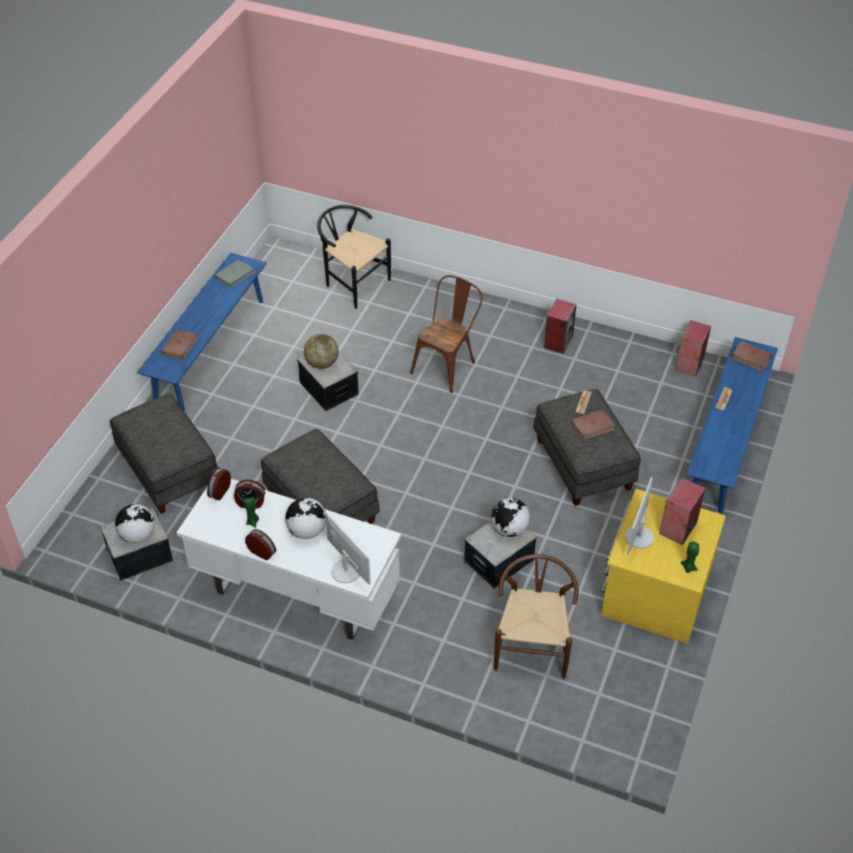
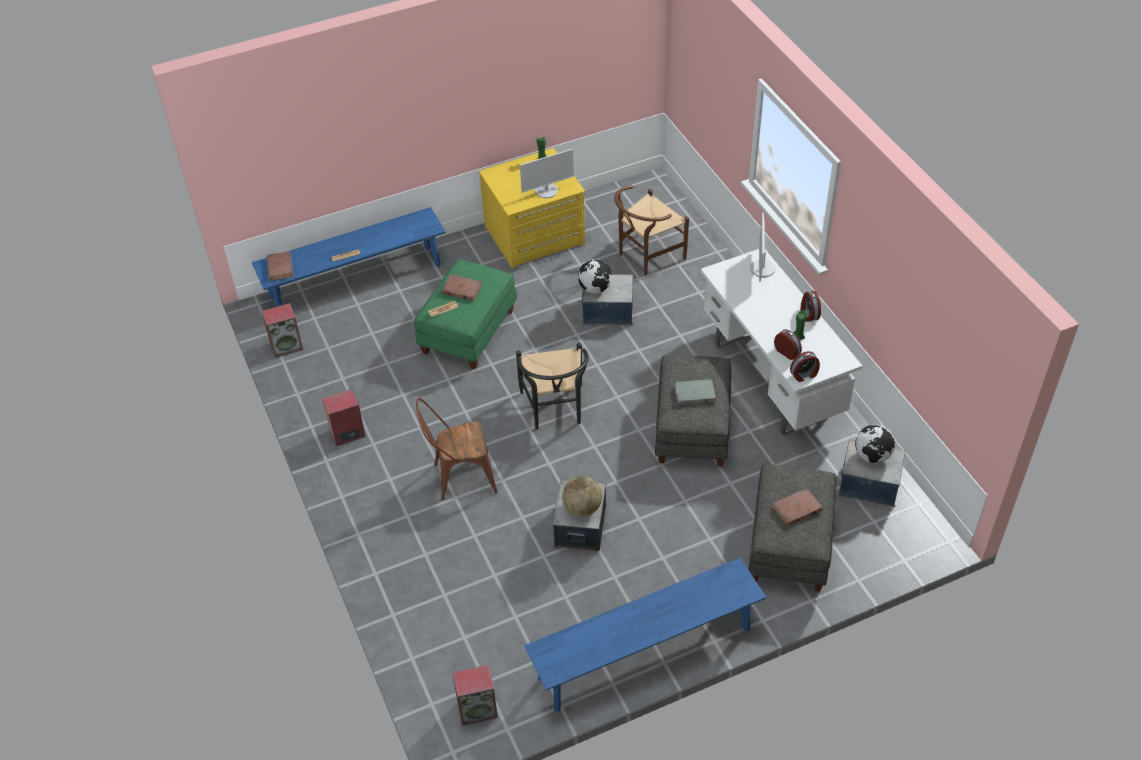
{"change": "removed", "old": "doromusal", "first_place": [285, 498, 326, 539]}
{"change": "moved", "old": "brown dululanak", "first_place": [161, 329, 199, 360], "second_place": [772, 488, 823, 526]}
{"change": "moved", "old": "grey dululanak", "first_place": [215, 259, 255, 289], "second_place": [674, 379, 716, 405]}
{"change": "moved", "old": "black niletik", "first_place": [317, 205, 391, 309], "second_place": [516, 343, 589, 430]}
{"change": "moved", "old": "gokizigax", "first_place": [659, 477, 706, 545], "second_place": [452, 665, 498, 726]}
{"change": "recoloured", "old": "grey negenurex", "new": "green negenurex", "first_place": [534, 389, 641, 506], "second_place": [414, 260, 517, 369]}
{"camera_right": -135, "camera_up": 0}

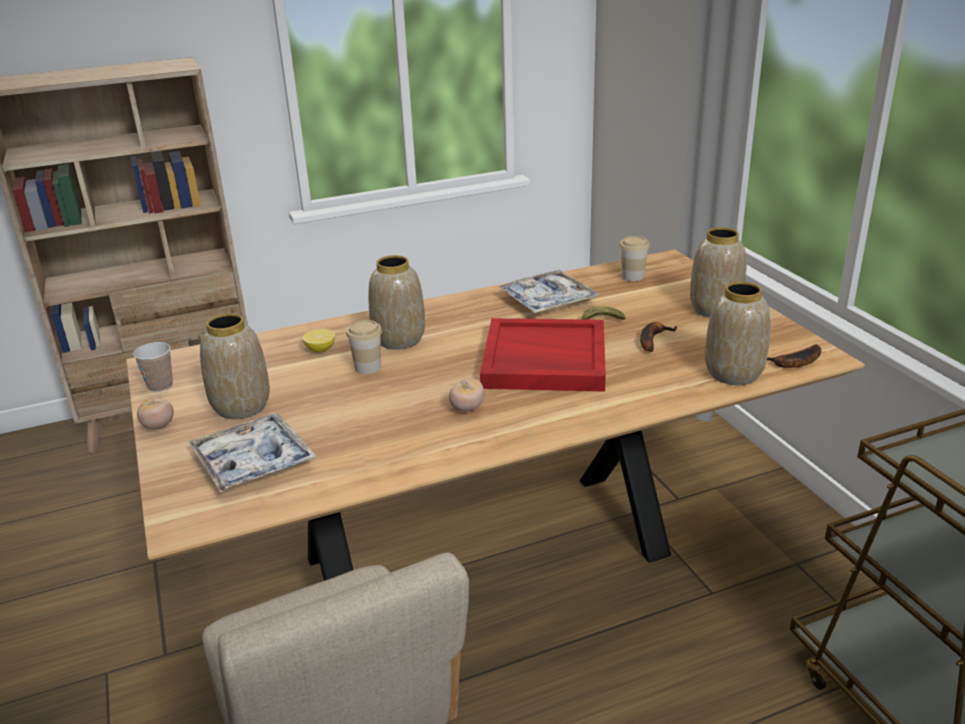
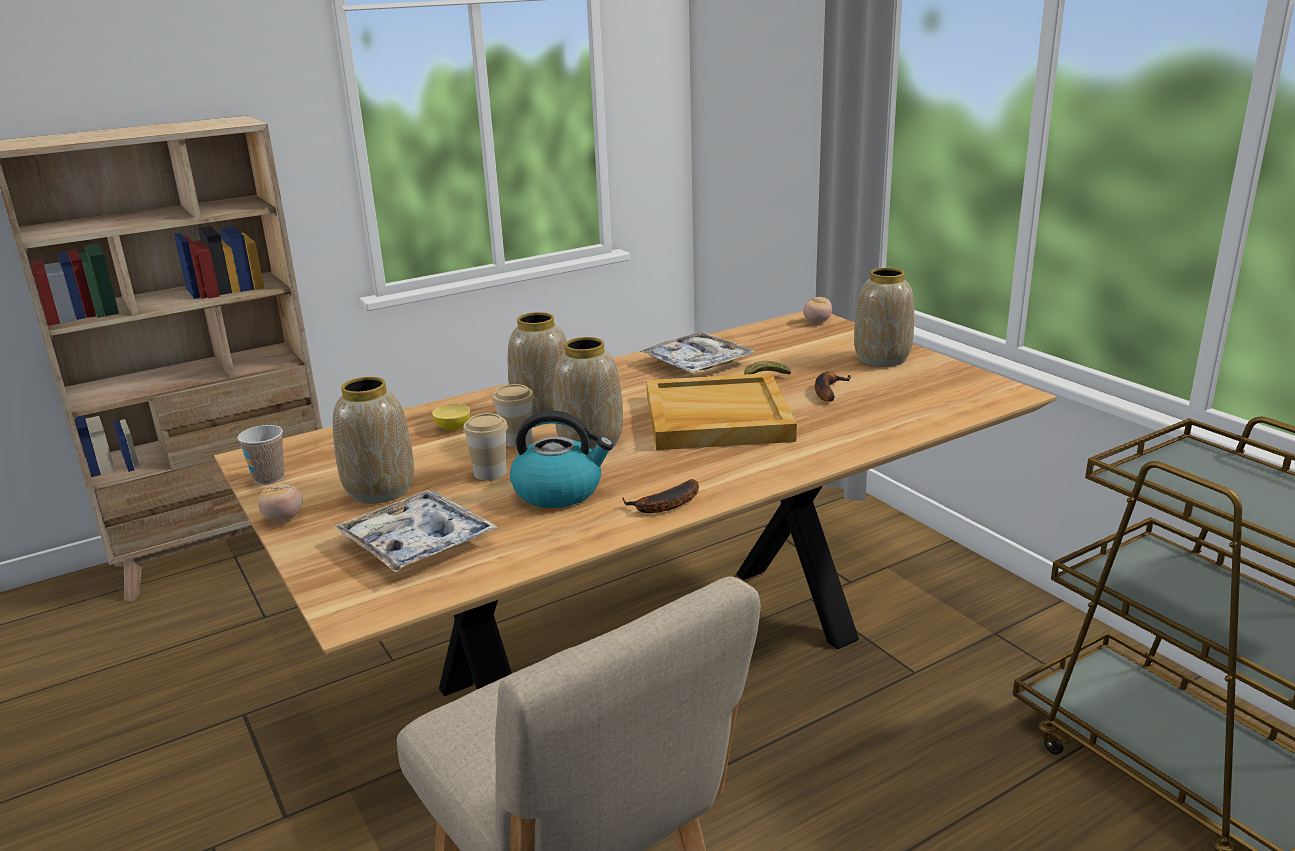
{"change": "added", "new": "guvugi", "second_place": [510, 411, 613, 508]}
{"change": "moved", "old": "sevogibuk", "first_place": [449, 378, 485, 412], "second_place": [803, 297, 832, 323]}
{"change": "moved", "old": "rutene", "first_place": [620, 236, 650, 281], "second_place": [463, 413, 508, 480]}
{"change": "moved", "old": "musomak", "first_place": [705, 281, 770, 385], "second_place": [554, 337, 623, 451]}
{"change": "moved", "old": "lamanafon", "first_place": [767, 344, 822, 368], "second_place": [623, 479, 699, 513]}
{"change": "recoloured", "old": "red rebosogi", "new": "beige rebosogi", "first_place": [480, 318, 606, 392], "second_place": [646, 373, 797, 450]}
{"camera_right": -10, "camera_up": -5}

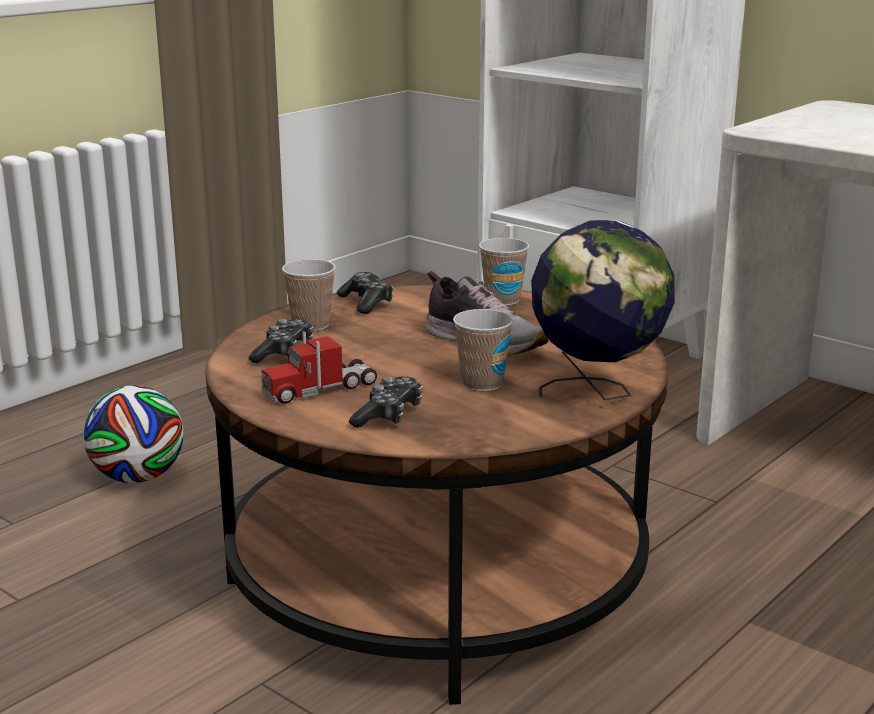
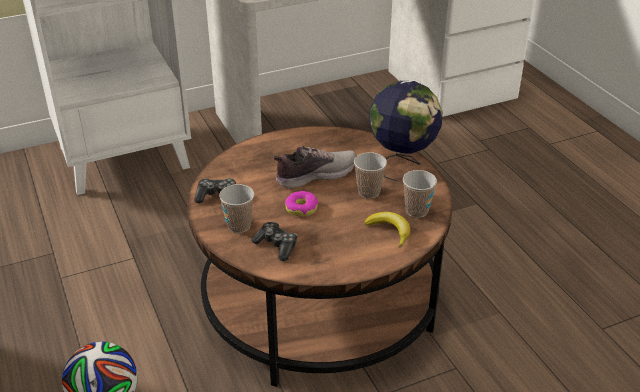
{"change": "removed", "old": "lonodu", "first_place": [262, 331, 377, 404]}
{"change": "added", "new": "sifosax", "second_place": [285, 191, 318, 216]}
{"change": "moved", "old": "rutene", "first_place": [479, 238, 529, 306], "second_place": [403, 170, 437, 218]}
{"change": "replaced", "old": "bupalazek", "new": "lamanafon", "first_place": [349, 376, 423, 428], "second_place": [364, 212, 411, 248]}
{"camera_right": -65, "camera_up": 15}

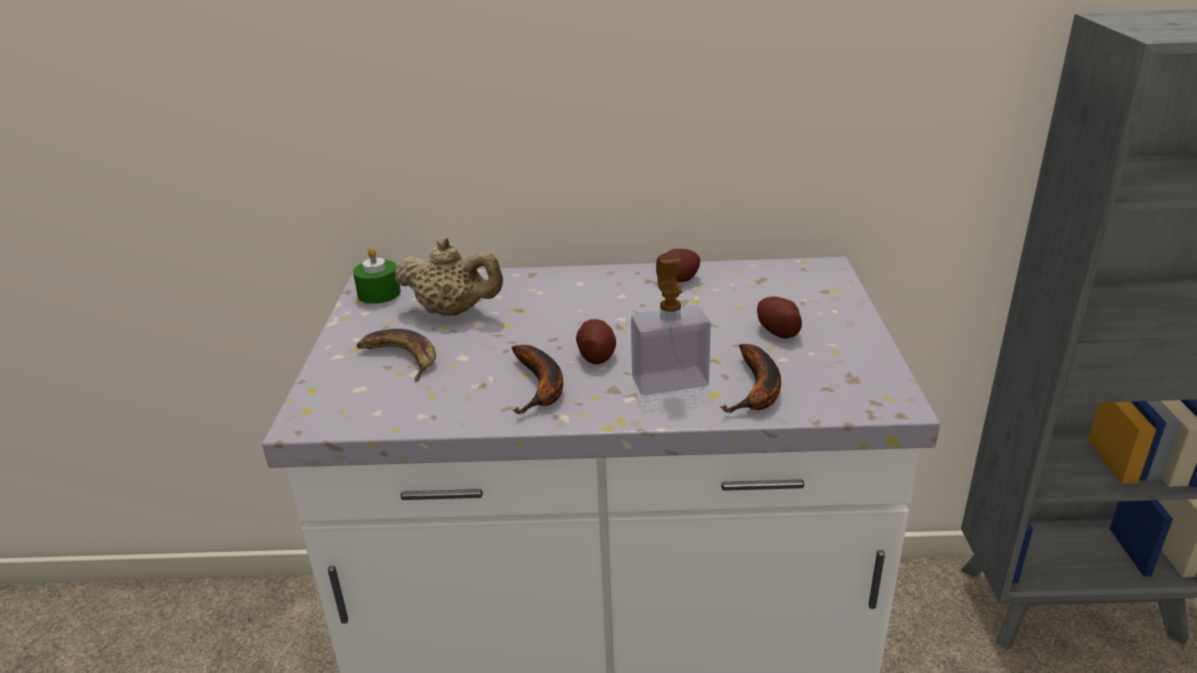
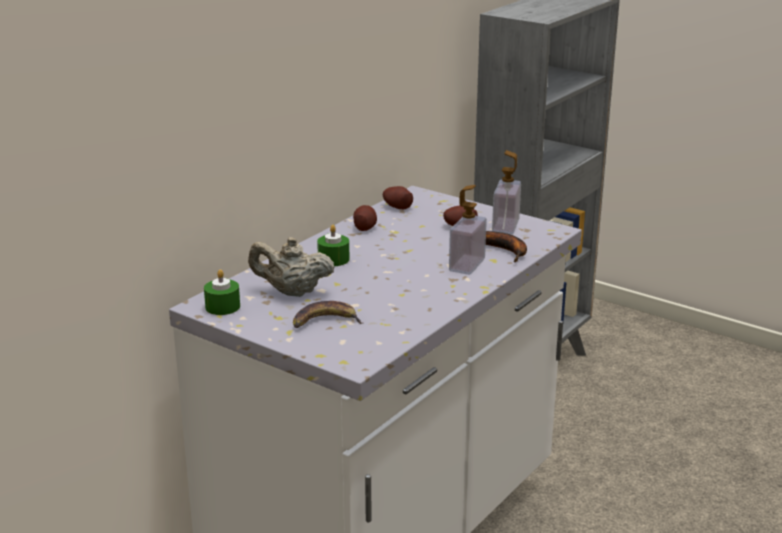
{"change": "removed", "old": "lamanafon", "first_place": [511, 345, 563, 414]}
{"change": "added", "new": "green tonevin", "second_place": [317, 225, 350, 266]}
{"change": "added", "new": "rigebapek", "second_place": [492, 150, 521, 234]}
{"change": "moved", "old": "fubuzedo", "first_place": [576, 319, 616, 364], "second_place": [383, 186, 413, 209]}
{"change": "turned", "old": "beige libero", "first_place": [394, 237, 503, 316], "second_place": [248, 237, 335, 297], "degrees": -135}
{"camera_right": -55, "camera_up": -5}

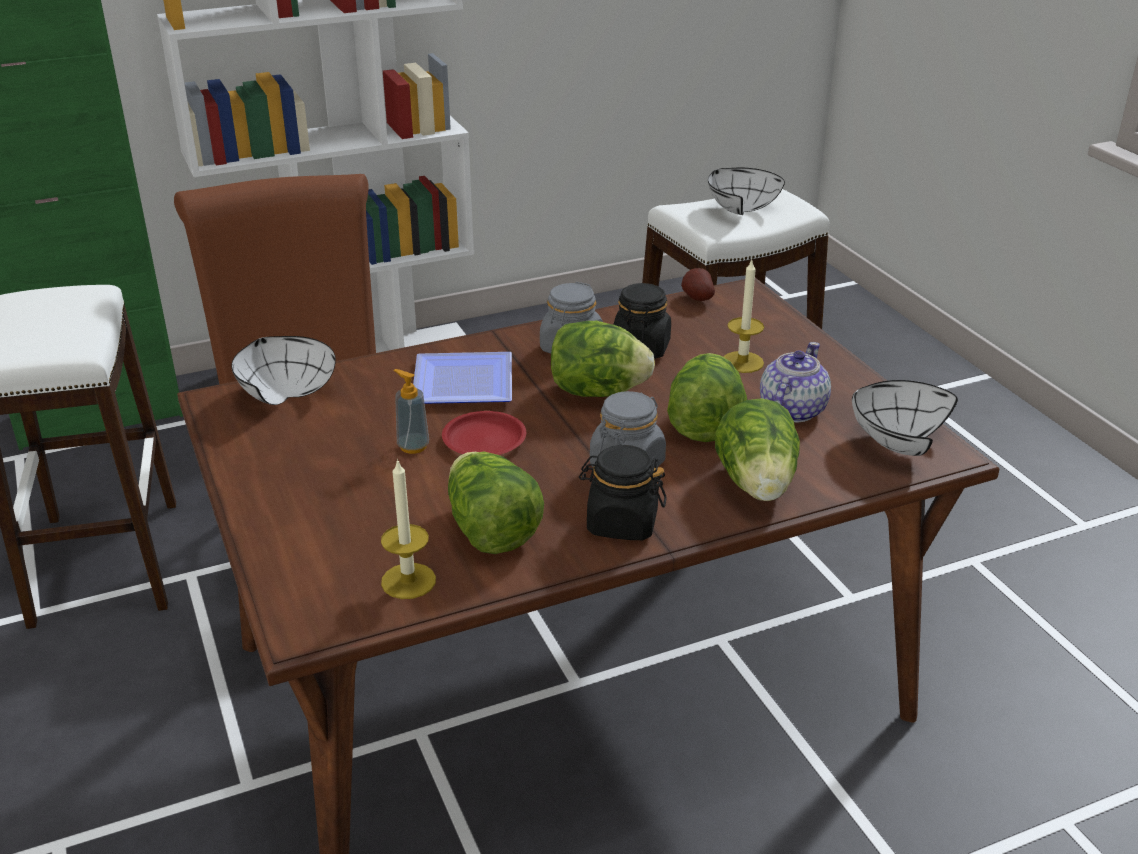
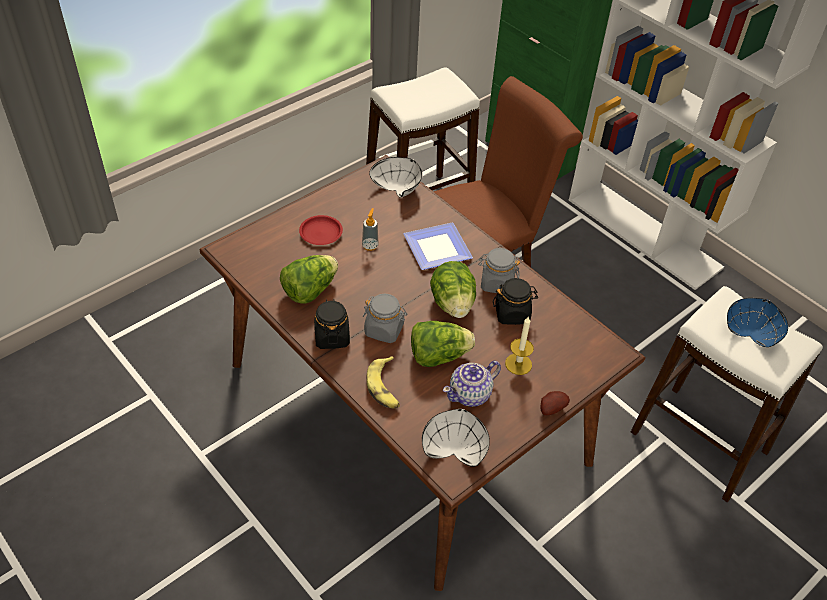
{"change": "removed", "old": "tonevin", "first_place": [381, 458, 436, 599]}
{"change": "moved", "old": "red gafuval", "first_place": [442, 411, 526, 455], "second_place": [299, 215, 343, 245]}
{"change": "moved", "old": "fubuzedo", "first_place": [681, 268, 715, 301], "second_place": [541, 391, 570, 416]}
{"change": "replaced", "old": "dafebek", "new": "lamanafon", "first_place": [715, 398, 800, 501], "second_place": [366, 356, 400, 408]}
{"change": "recoloured", "old": "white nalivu", "new": "blue nalivu", "first_place": [708, 168, 785, 215], "second_place": [727, 298, 788, 347]}
{"change": "turned", "old": "libero", "first_place": [760, 342, 831, 422], "second_place": [443, 361, 501, 407], "degrees": 135}
{"camera_right": 70, "camera_up": 15}

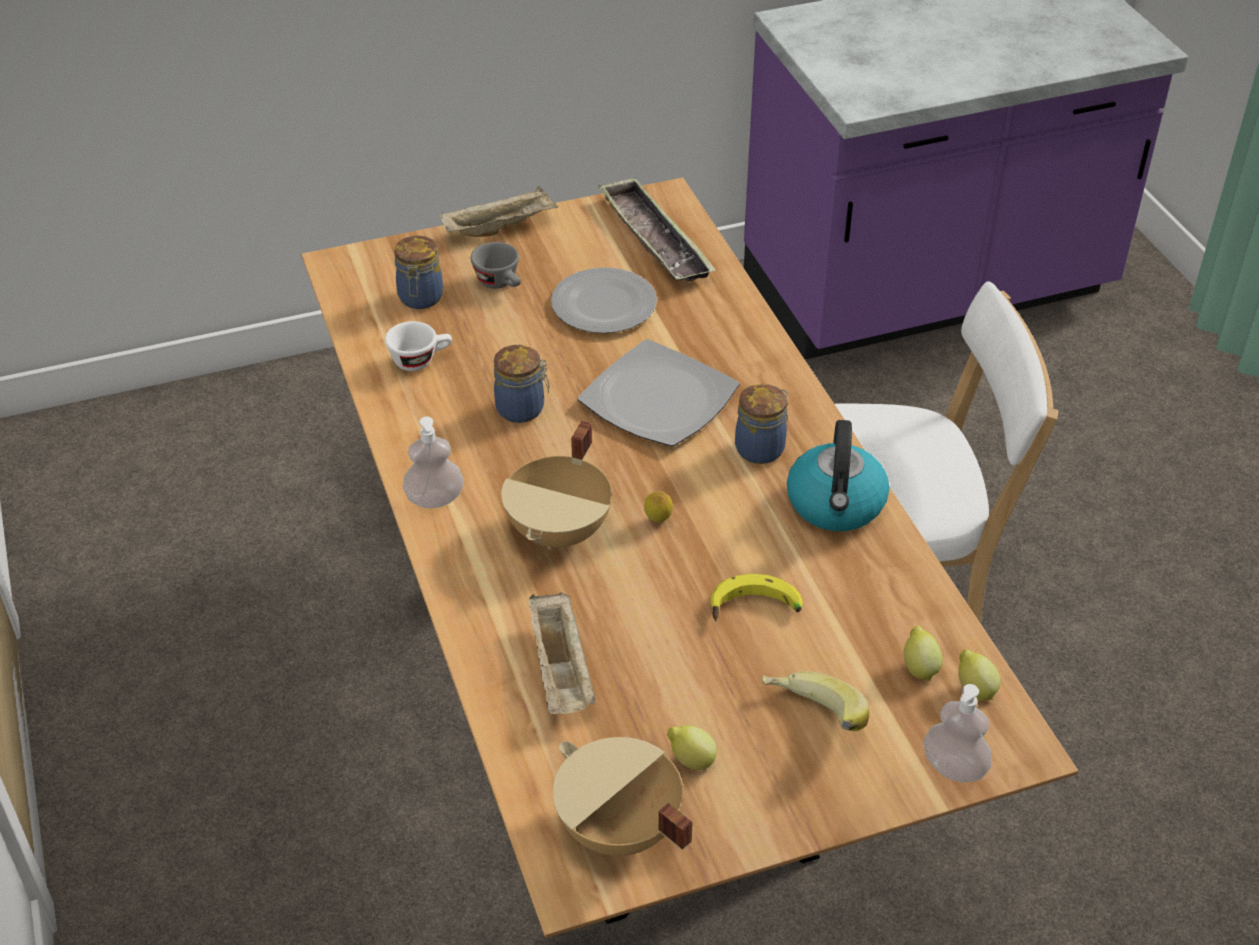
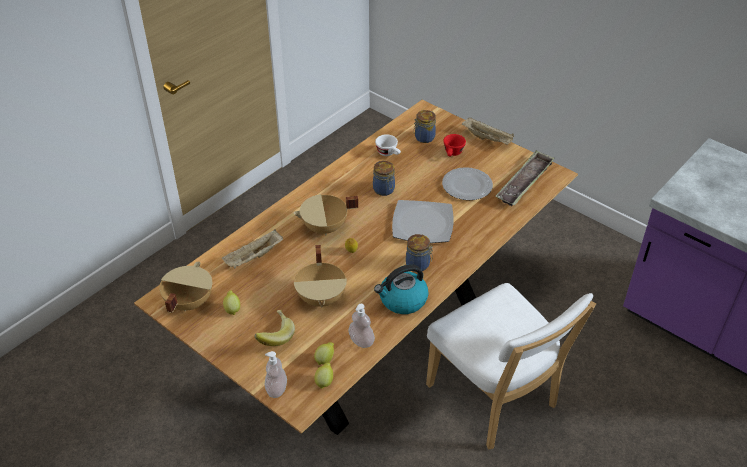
{"change": "moved", "old": "rigebapek", "first_place": [403, 417, 463, 508], "second_place": [349, 304, 375, 348]}
{"change": "replaced", "old": "lamanafon", "new": "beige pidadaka", "first_place": [710, 574, 803, 622], "second_place": [294, 245, 347, 308]}
{"change": "recoloured", "old": "grey rutene", "new": "red rutene", "first_place": [471, 242, 521, 289], "second_place": [443, 134, 466, 157]}
{"camera_right": 60, "camera_up": 0}

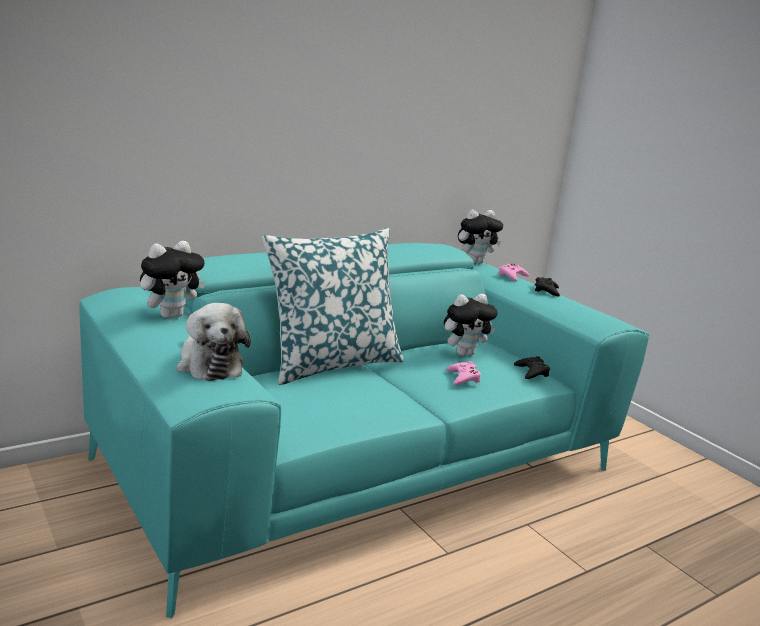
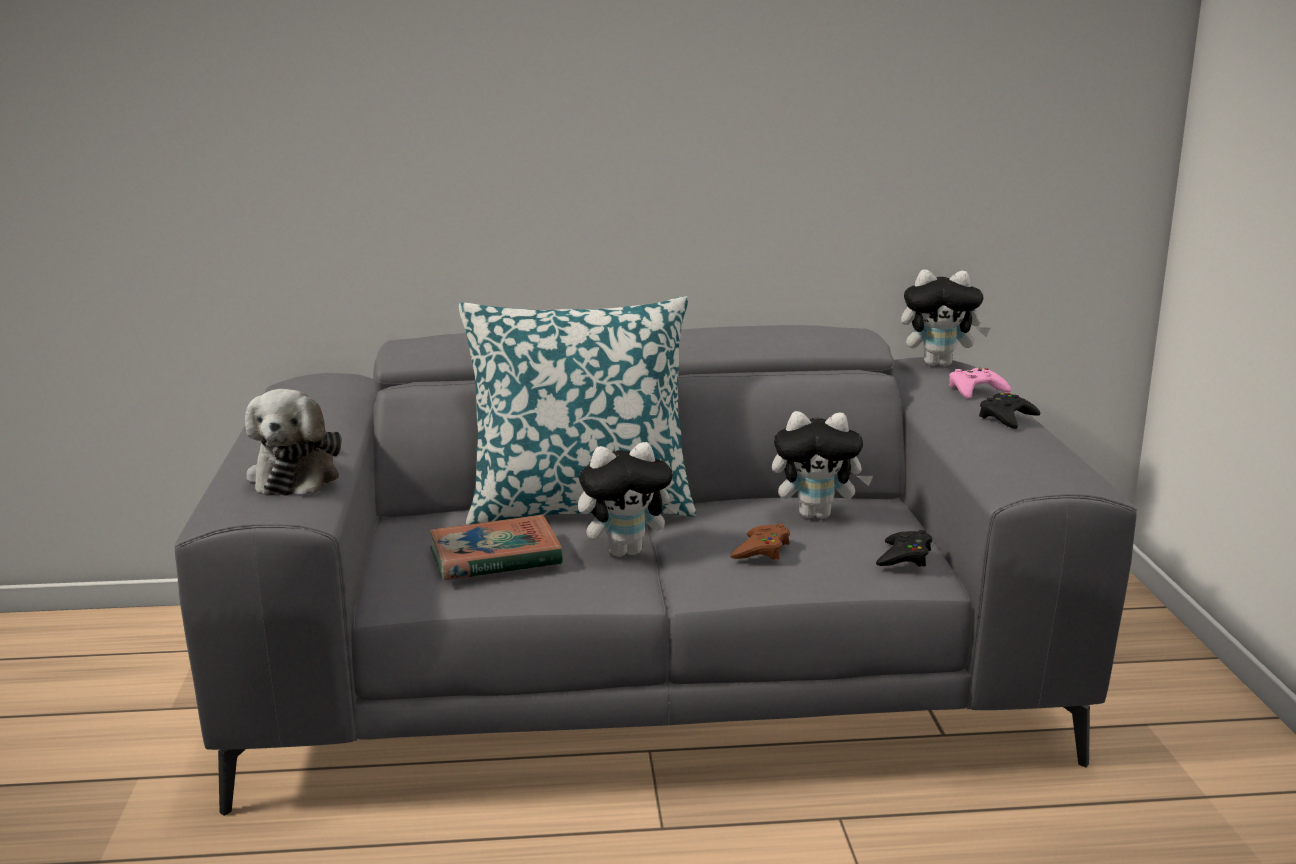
{"change": "added", "new": "dululanak", "second_place": [429, 515, 563, 580]}
{"change": "moved", "old": "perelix", "first_place": [140, 241, 205, 319], "second_place": [578, 442, 681, 557]}
{"change": "recoloured", "old": "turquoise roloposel", "new": "grey roloposel", "first_place": [79, 243, 649, 618], "second_place": [175, 325, 1137, 816]}
{"change": "recoloured", "old": "pink bupalazek", "new": "brown bupalazek", "first_place": [446, 361, 481, 385], "second_place": [730, 524, 790, 560]}
{"camera_right": 30, "camera_up": 0}

